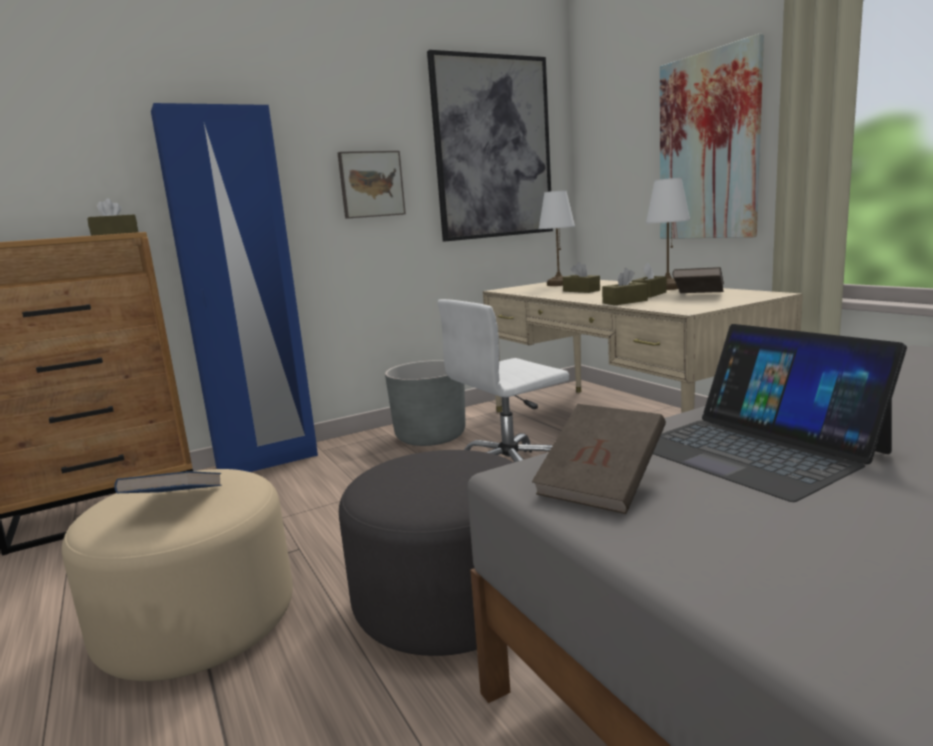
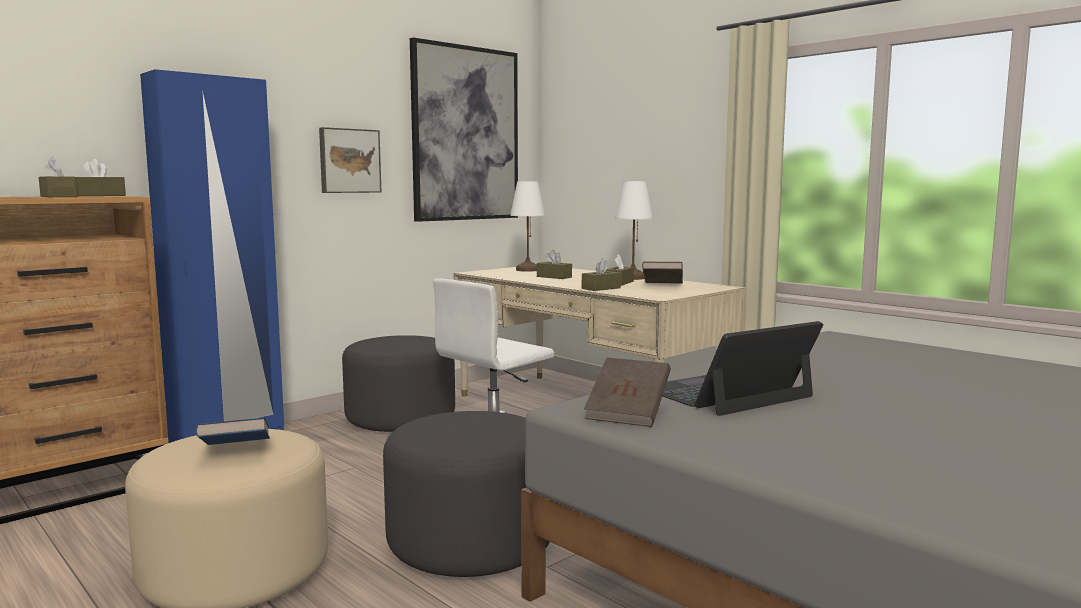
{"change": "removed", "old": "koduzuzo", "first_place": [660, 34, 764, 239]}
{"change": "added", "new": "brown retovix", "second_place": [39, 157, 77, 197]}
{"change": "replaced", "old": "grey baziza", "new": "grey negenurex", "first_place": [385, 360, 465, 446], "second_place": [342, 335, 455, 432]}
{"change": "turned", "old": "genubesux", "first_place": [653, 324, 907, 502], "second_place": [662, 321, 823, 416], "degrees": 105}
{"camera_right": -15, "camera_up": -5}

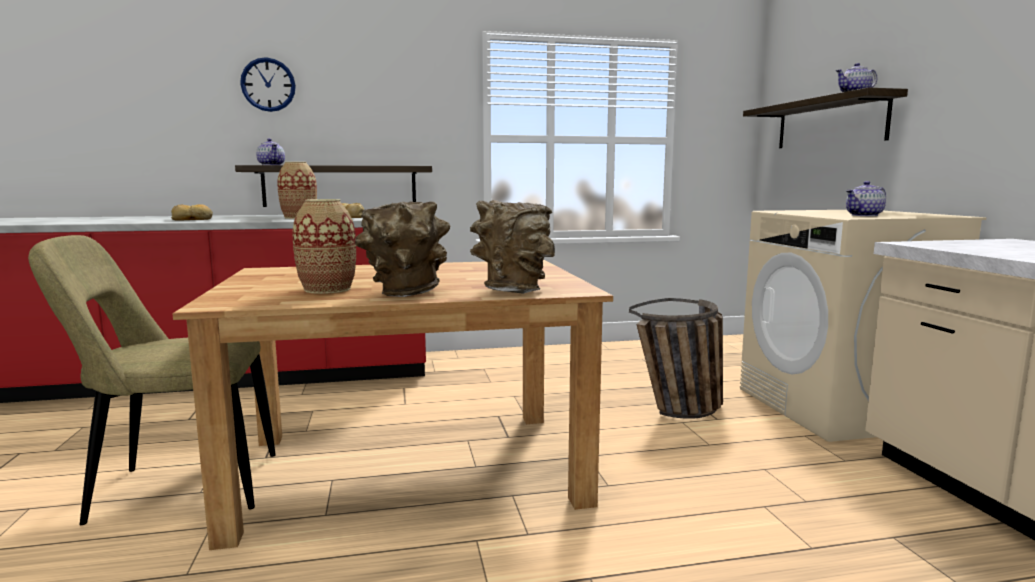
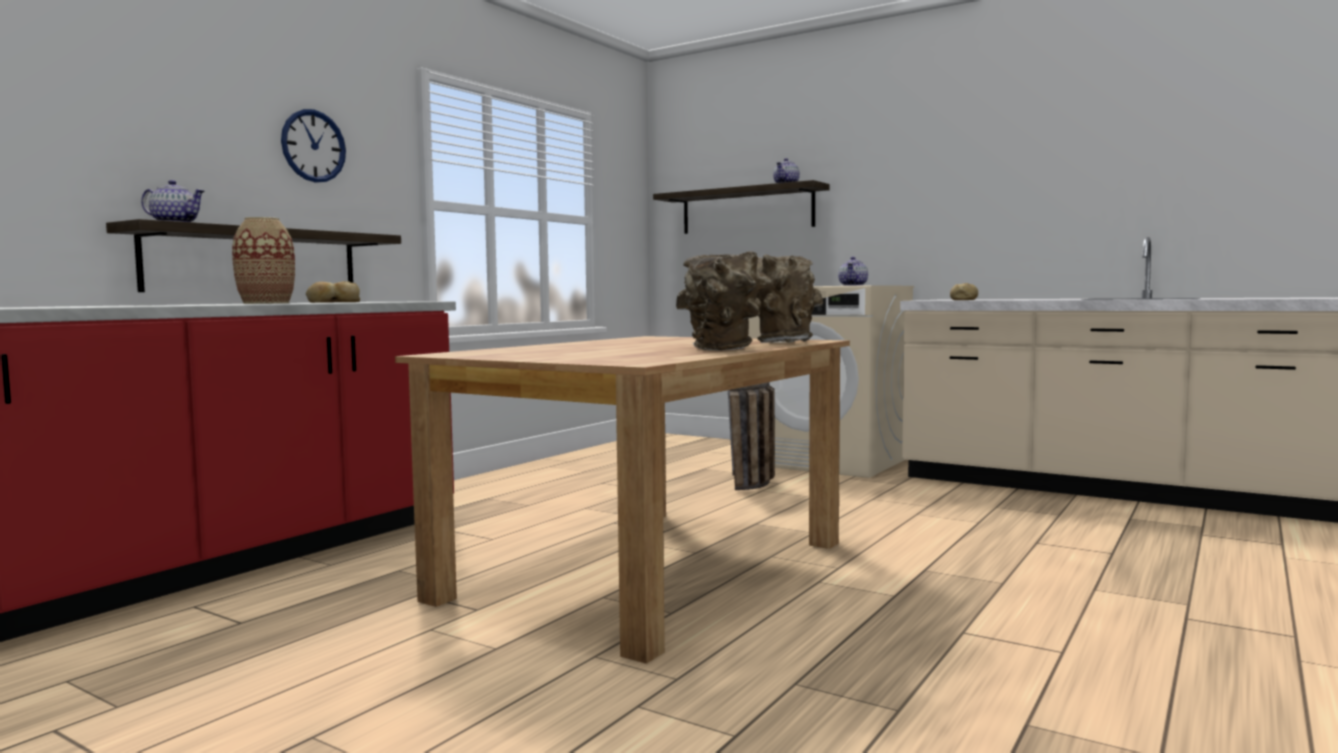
{"change": "removed", "old": "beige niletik", "first_place": [28, 235, 276, 525]}
{"change": "removed", "old": "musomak", "first_place": [292, 199, 356, 294]}
{"change": "moved", "old": "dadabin", "first_place": [171, 205, 213, 220], "second_place": [950, 283, 978, 300]}
{"change": "moved", "old": "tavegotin", "first_place": [240, 57, 296, 112], "second_place": [281, 109, 346, 183]}
{"camera_right": -45, "camera_up": -5}

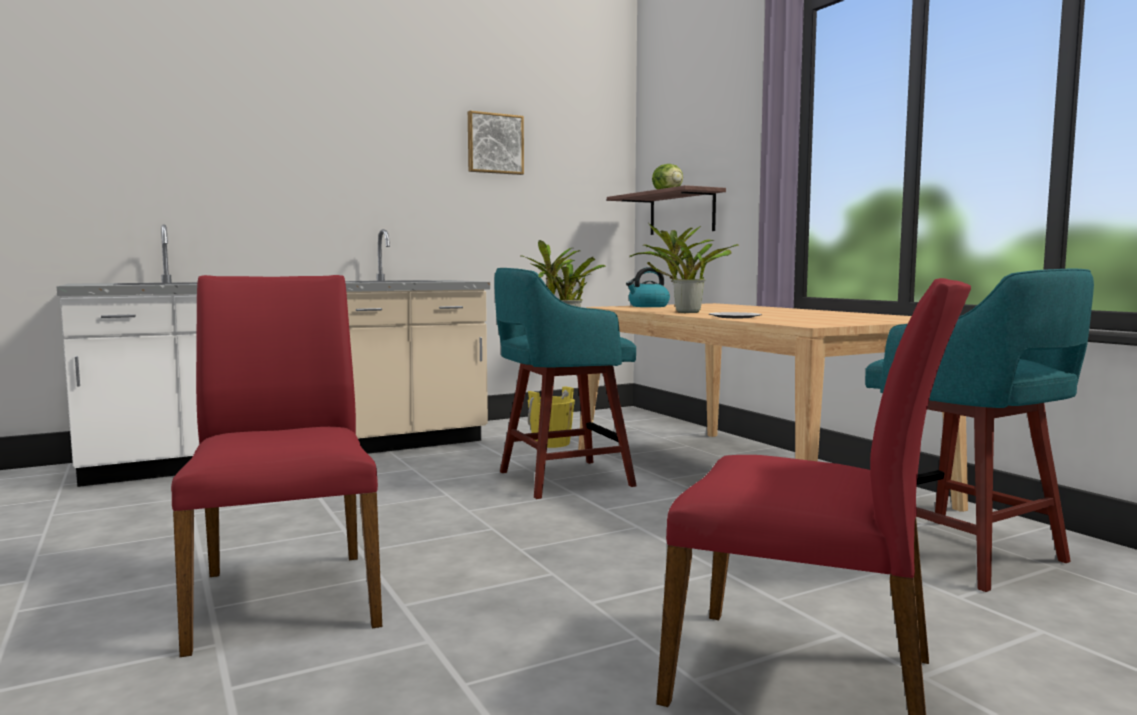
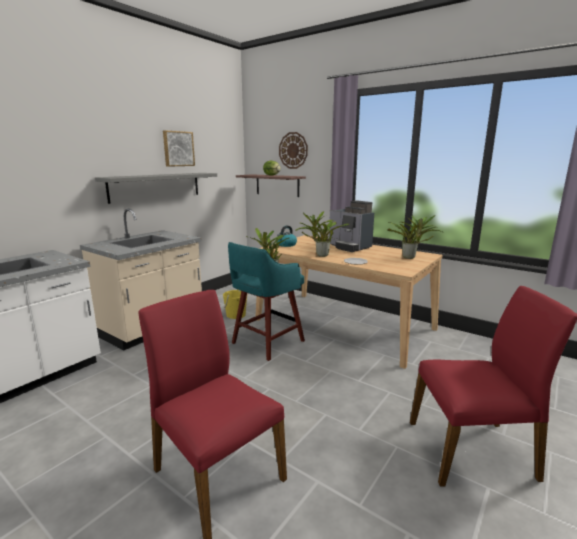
{"change": "removed", "old": "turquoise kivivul", "first_place": [865, 269, 1094, 592]}
{"change": "added", "new": "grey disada", "second_place": [95, 173, 217, 204]}
{"change": "added", "new": "tavegotin", "second_place": [279, 132, 308, 169]}
{"change": "added", "new": "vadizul", "second_place": [329, 200, 374, 252]}
{"change": "added", "new": "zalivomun", "second_place": [387, 215, 444, 259]}
{"camera_right": -25, "camera_up": 10}

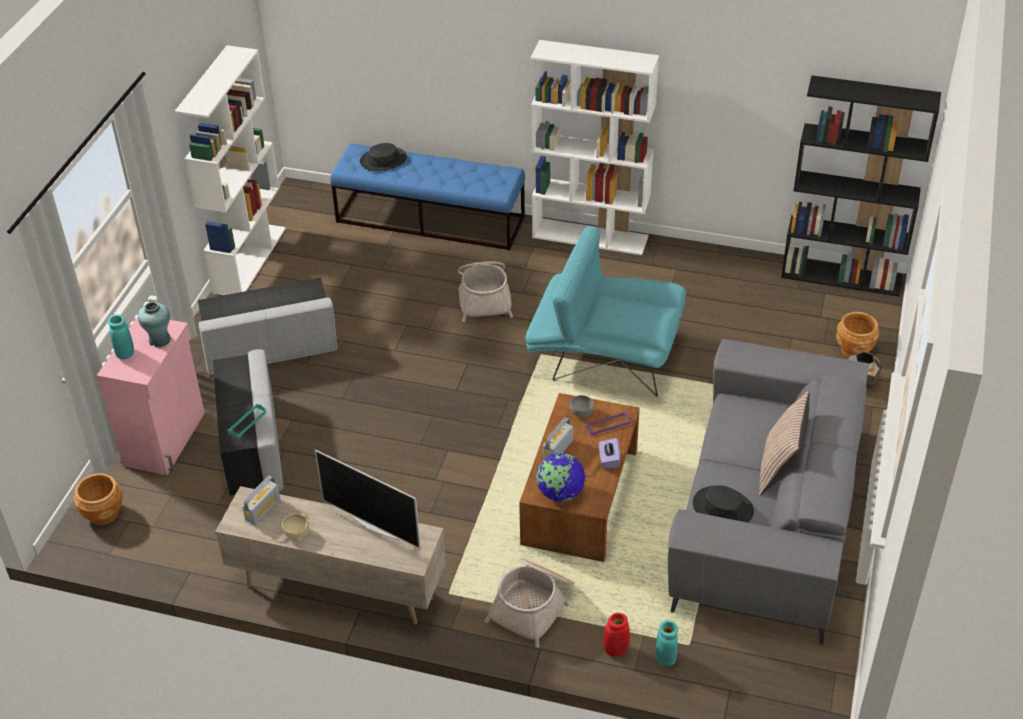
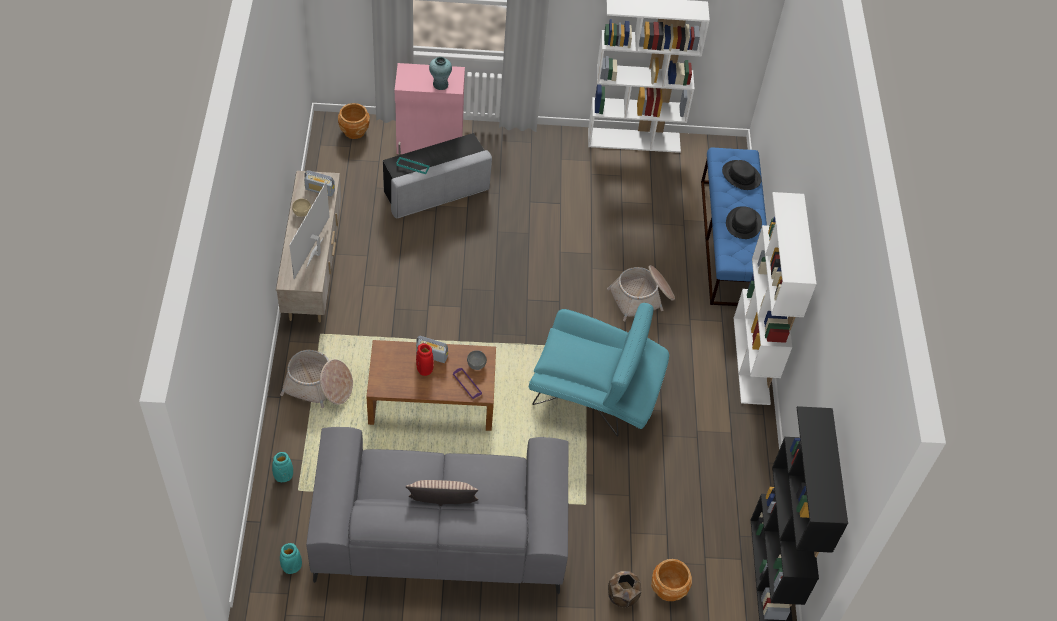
{"change": "removed", "old": "grey negenurex", "first_place": [198, 277, 337, 375]}
{"change": "removed", "old": "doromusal", "first_place": [536, 453, 585, 502]}
{"change": "removed", "old": "purple retovix", "first_place": [599, 438, 620, 469]}
{"change": "moved", "old": "turquoise musomak", "first_place": [108, 314, 134, 359], "second_place": [280, 543, 302, 574]}
{"change": "moved", "old": "red musomak", "first_place": [603, 613, 630, 656], "second_place": [416, 343, 434, 376]}
{"change": "moved", "old": "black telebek", "first_place": [693, 485, 754, 523], "second_place": [726, 206, 762, 239]}
{"change": "turned", "old": "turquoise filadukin", "first_place": [525, 226, 686, 397], "second_place": [529, 302, 669, 437], "degrees": 105}
{"camera_right": 70, "camera_up": 10}

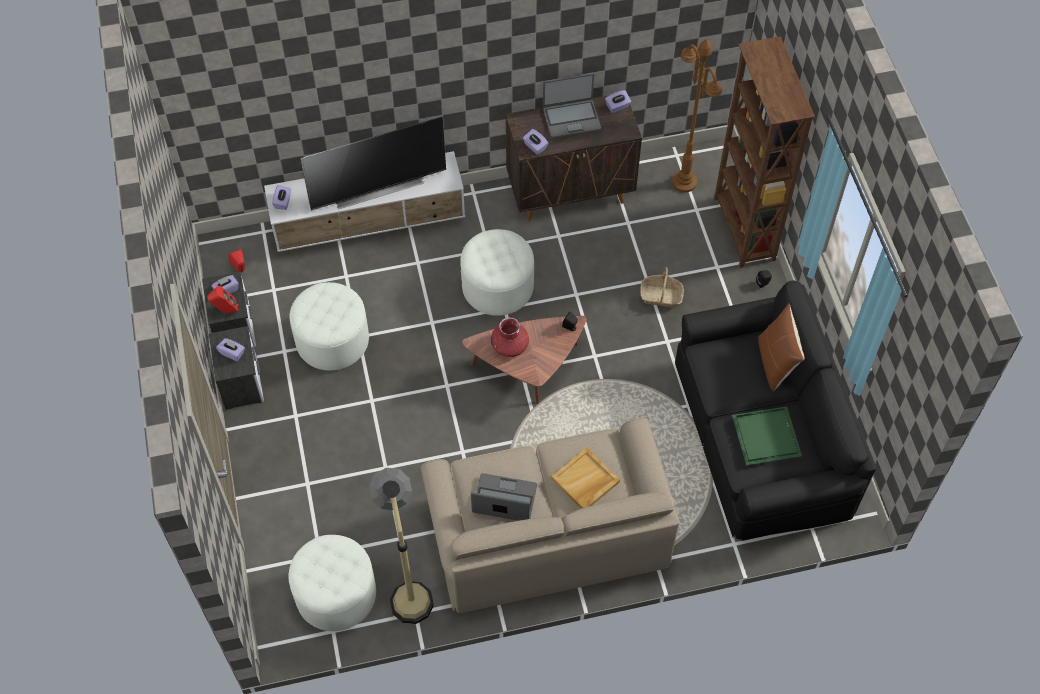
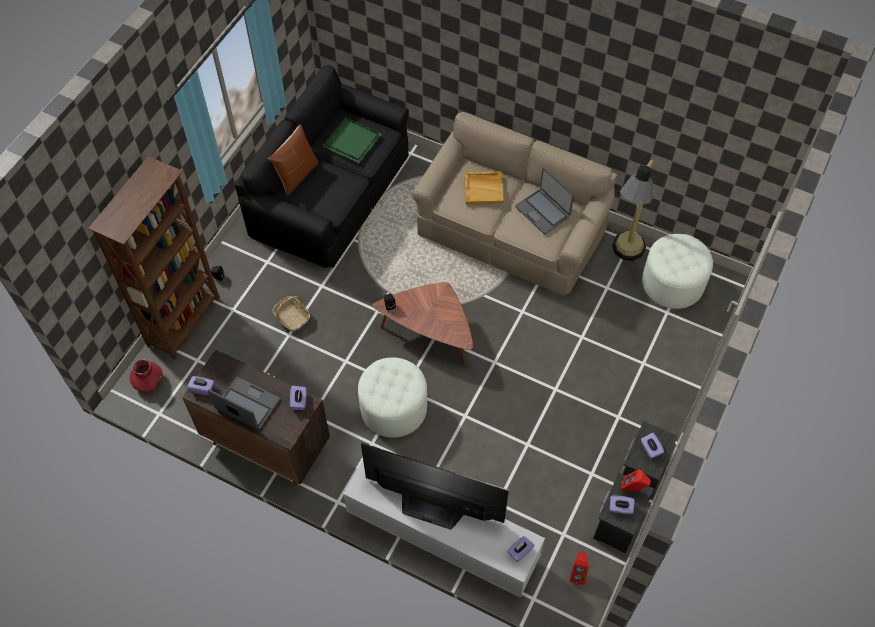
{"change": "removed", "old": "white negenurex", "first_place": [289, 282, 369, 371]}
{"change": "removed", "old": "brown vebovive", "first_place": [672, 39, 722, 193]}
{"change": "moved", "old": "red musomak", "first_place": [491, 317, 529, 357], "second_place": [130, 359, 163, 392]}
{"camera_right": -140, "camera_up": 0}

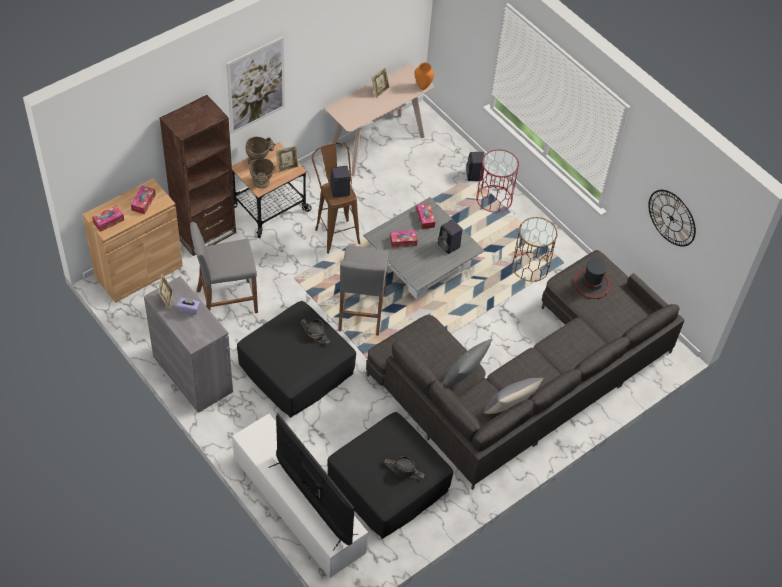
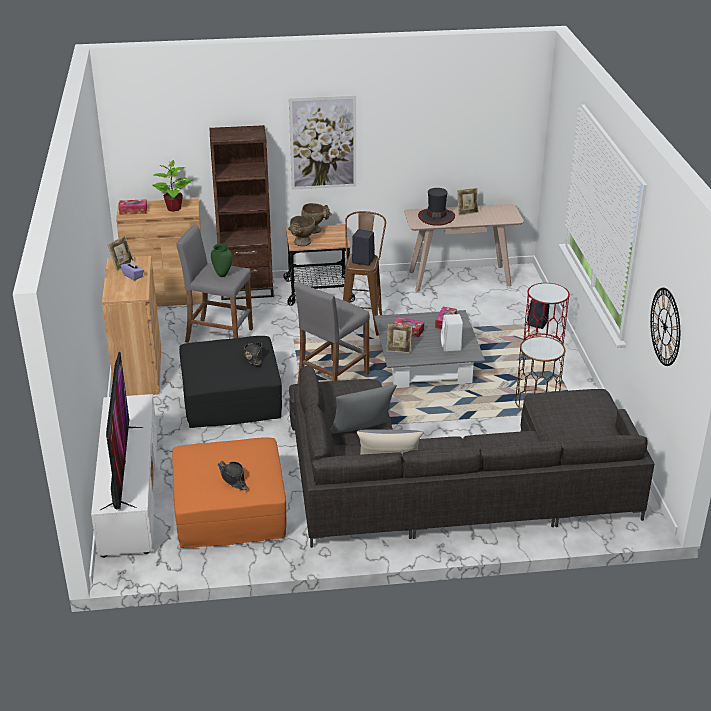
{"change": "removed", "old": "orange musomak", "first_place": [415, 62, 434, 90]}
{"change": "added", "new": "green musomak", "second_place": [211, 243, 232, 277]}
{"change": "moved", "old": "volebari", "first_place": [276, 145, 299, 173], "second_place": [387, 324, 412, 353]}
{"change": "moved", "old": "telebek", "first_place": [573, 258, 611, 299], "second_place": [418, 188, 455, 226]}
{"change": "replaced", "old": "retovix", "new": "zalivomun", "first_place": [131, 186, 156, 214], "second_place": [152, 160, 193, 212]}
{"change": "recoloured", "old": "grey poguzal", "new": "brown poguzal", "first_place": [144, 276, 233, 413], "second_place": [102, 256, 161, 396]}
{"change": "recoloured", "old": "black negenurex", "new": "orange negenurex", "first_place": [327, 412, 453, 539], "second_place": [172, 437, 287, 548]}
{"change": "recoloured", "old": "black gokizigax", "new": "white gokizigax", "first_place": [438, 219, 462, 254], "second_place": [441, 314, 463, 352]}
{"camera_right": 35, "camera_up": -20}

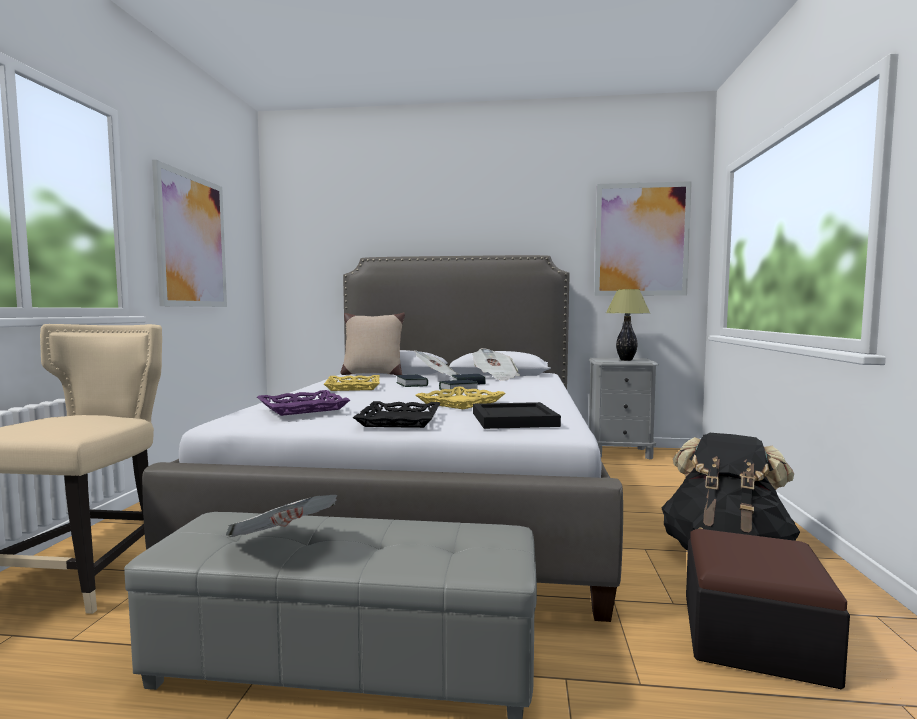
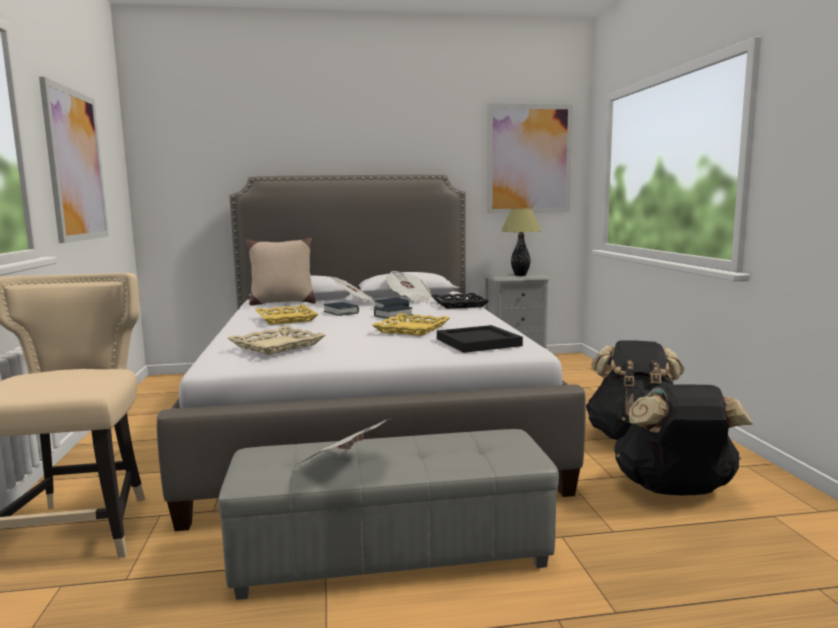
{"change": "moved", "old": "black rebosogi", "first_place": [353, 401, 440, 428], "second_place": [431, 293, 489, 309]}
{"change": "replaced", "old": "negenurex", "new": "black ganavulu", "first_place": [686, 529, 850, 689], "second_place": [614, 384, 753, 495]}
{"change": "recoloured", "old": "purple rebosogi", "new": "beige rebosogi", "first_place": [257, 390, 350, 416], "second_place": [228, 326, 325, 355]}
{"camera_right": -15, "camera_up": 5}

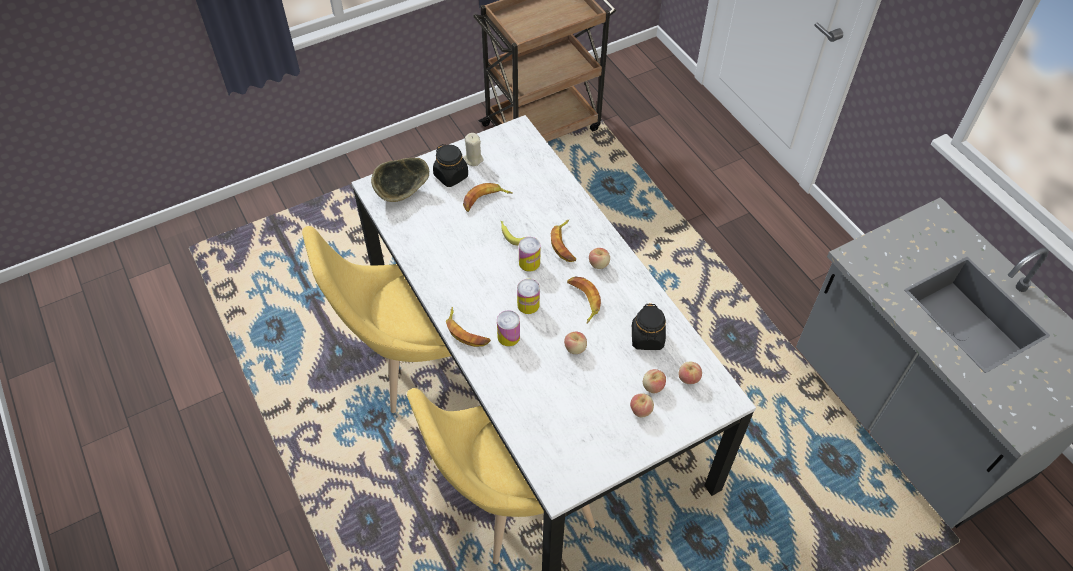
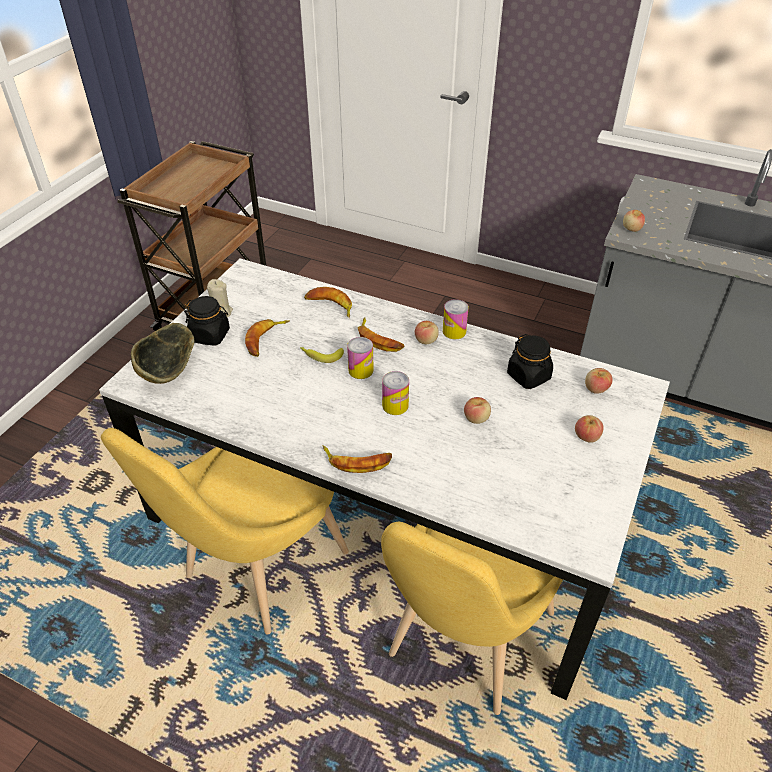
{"change": "moved", "old": "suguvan", "first_place": [497, 310, 520, 346], "second_place": [443, 299, 469, 339]}
{"change": "moved", "old": "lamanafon", "first_place": [567, 277, 601, 324], "second_place": [304, 287, 352, 318]}
{"change": "moved", "old": "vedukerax", "first_place": [643, 369, 666, 393], "second_place": [623, 210, 645, 232]}
{"camera_right": -35, "camera_up": -10}

